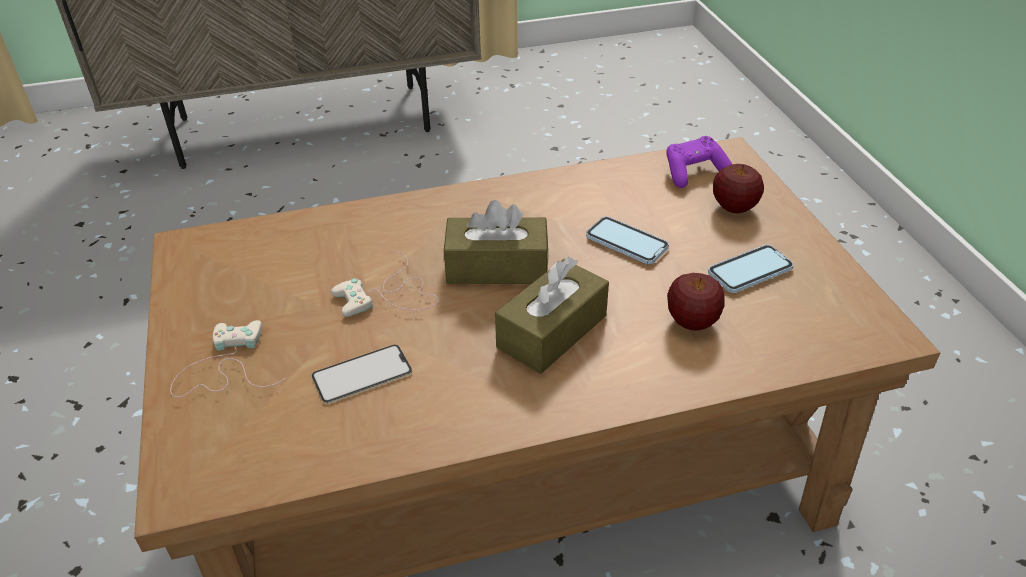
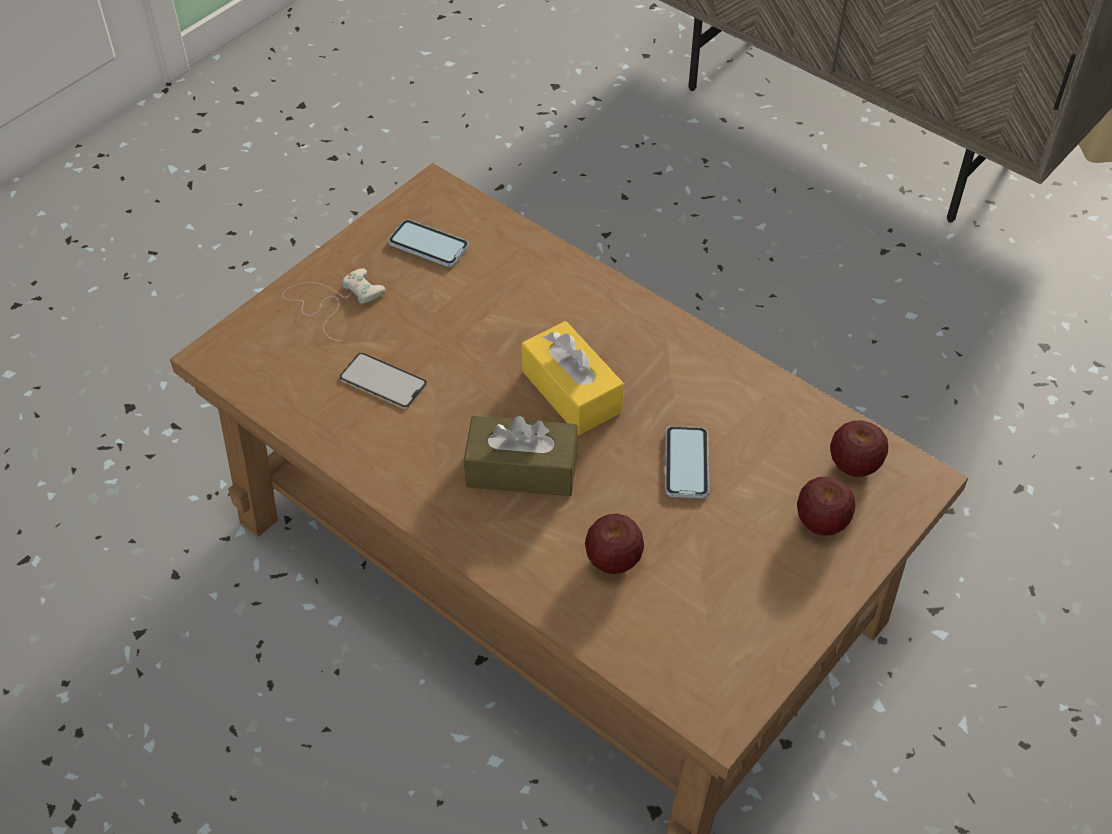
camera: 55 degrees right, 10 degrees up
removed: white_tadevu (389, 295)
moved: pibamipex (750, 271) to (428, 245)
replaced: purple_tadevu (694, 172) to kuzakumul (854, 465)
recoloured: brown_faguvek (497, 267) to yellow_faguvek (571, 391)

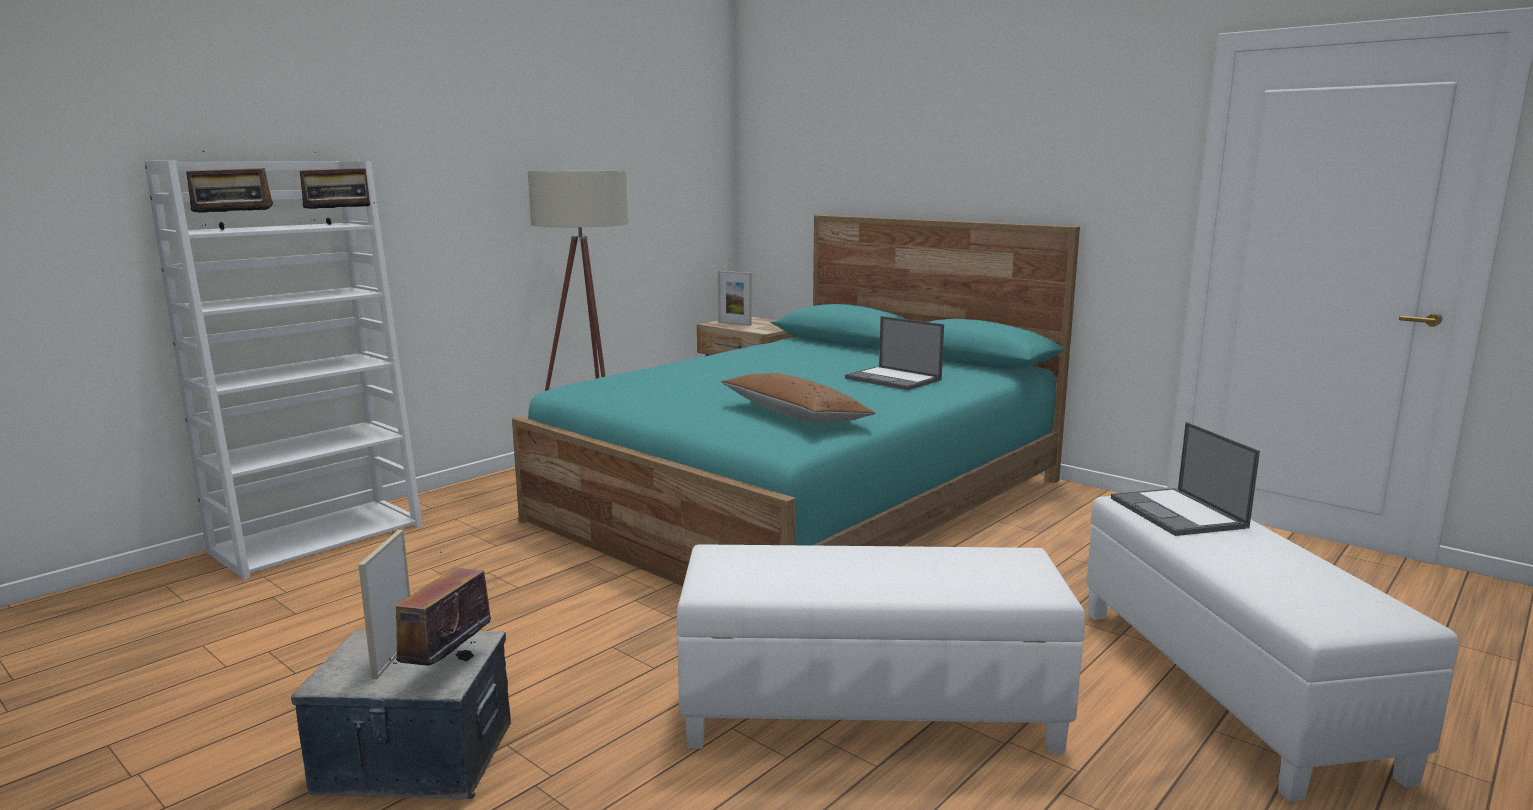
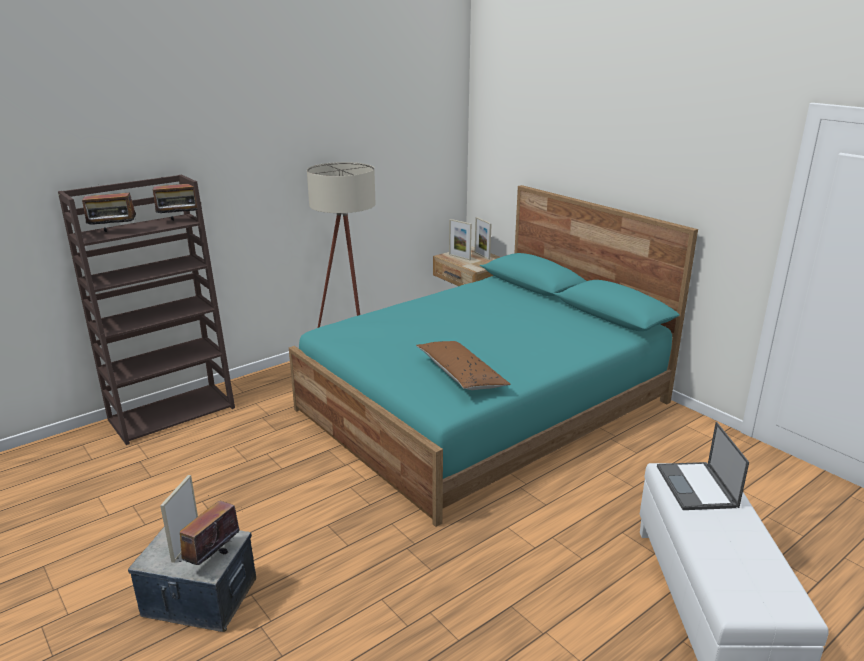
camera: 10 degrees right, 10 degrees up
removed: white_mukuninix (868, 713); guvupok (894, 379)
added: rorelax (482, 256)
recoloured: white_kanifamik (319, 537) to brown_kanifamik (173, 413)

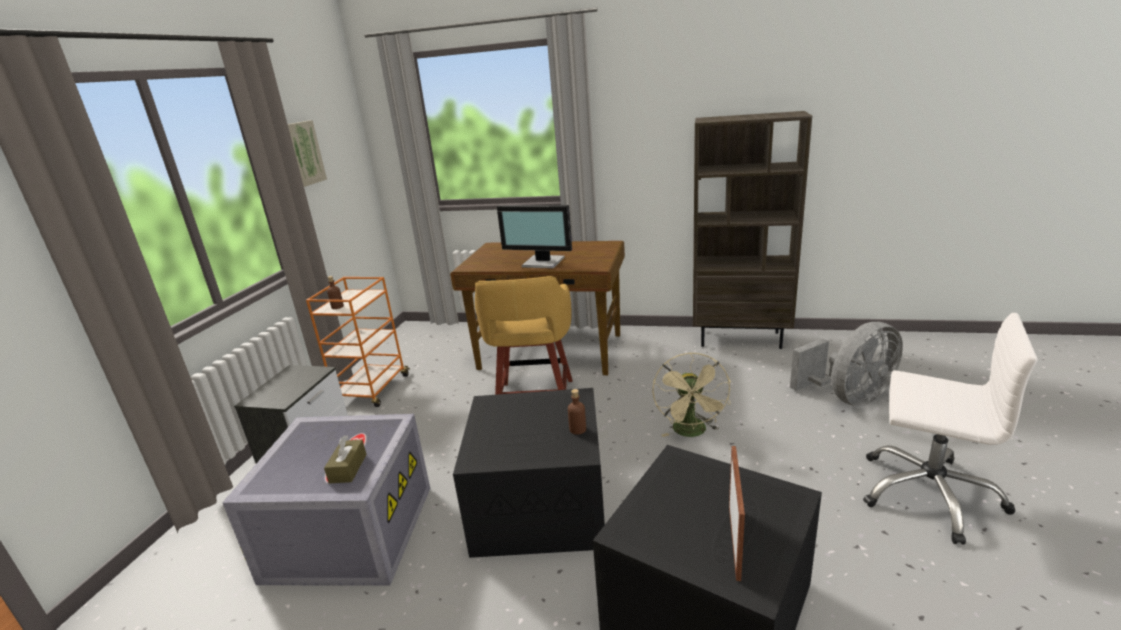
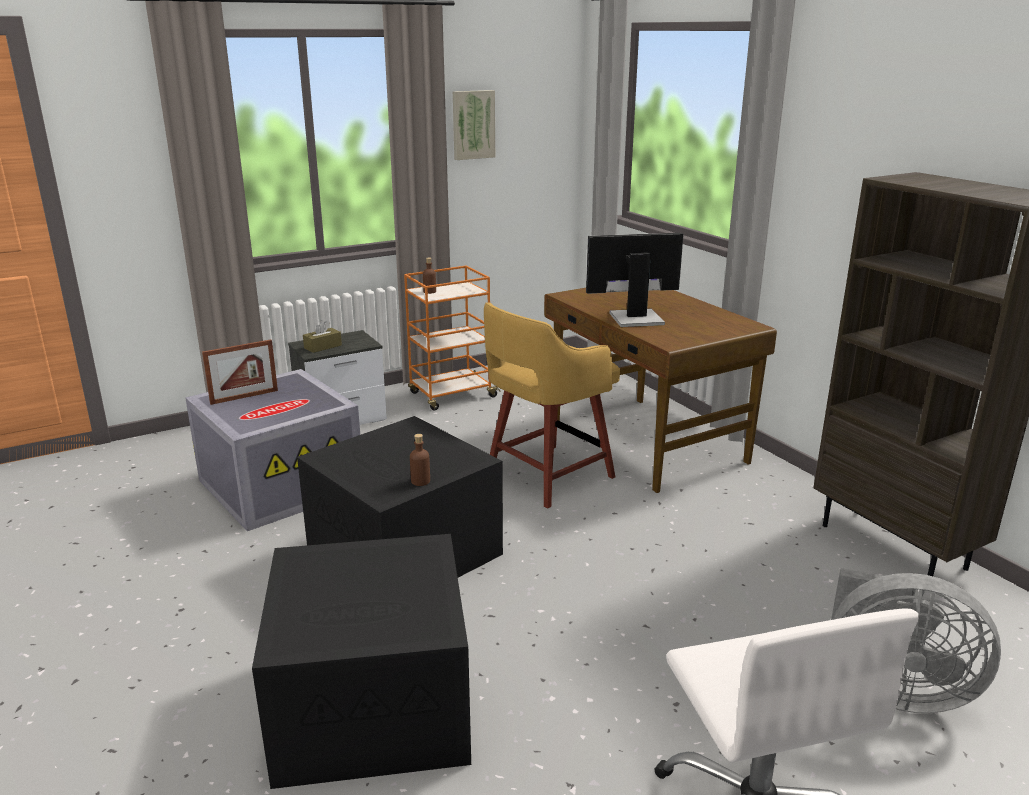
camera: 45 degrees right, 0 degrees up
removed: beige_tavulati (692, 432)
moved: brown_faguvek (348, 468) to (323, 346); rorelax (734, 541) to (244, 397)
turned: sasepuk (543, 263) = (634, 318) 105 degrees clockwise

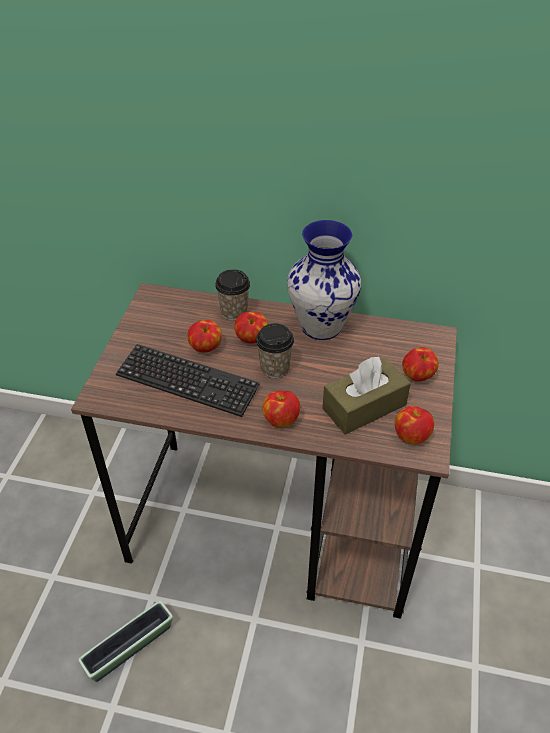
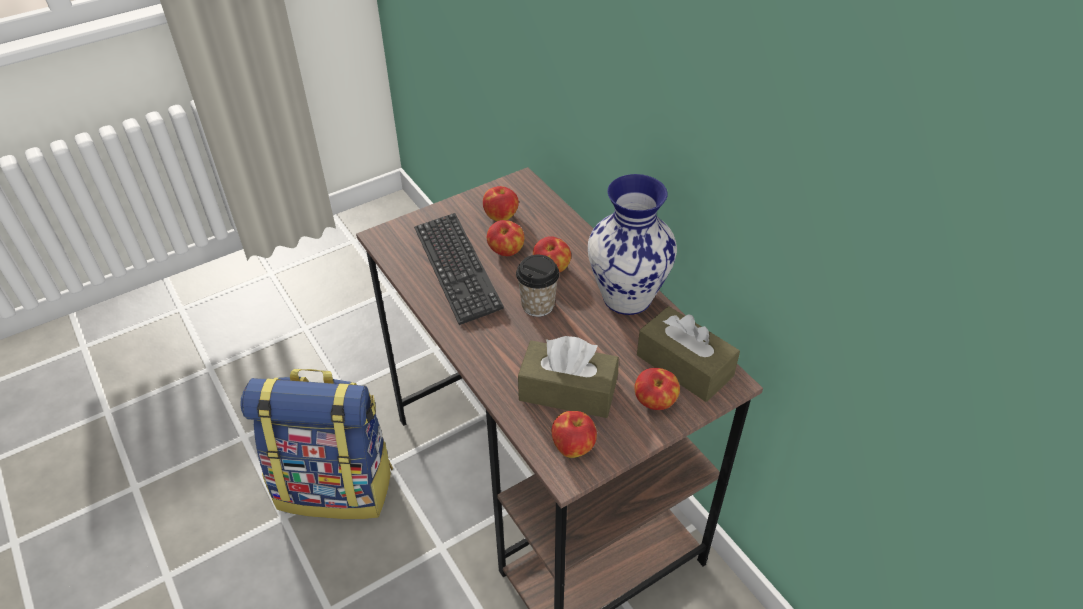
camera: 45 degrees right, 0 degrees up
removed: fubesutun (234, 312)
added: brown_faguvek (684, 365)
moved: kuzakumul (281, 419) to (501, 216)
replaced: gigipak (130, 647) to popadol (337, 486)

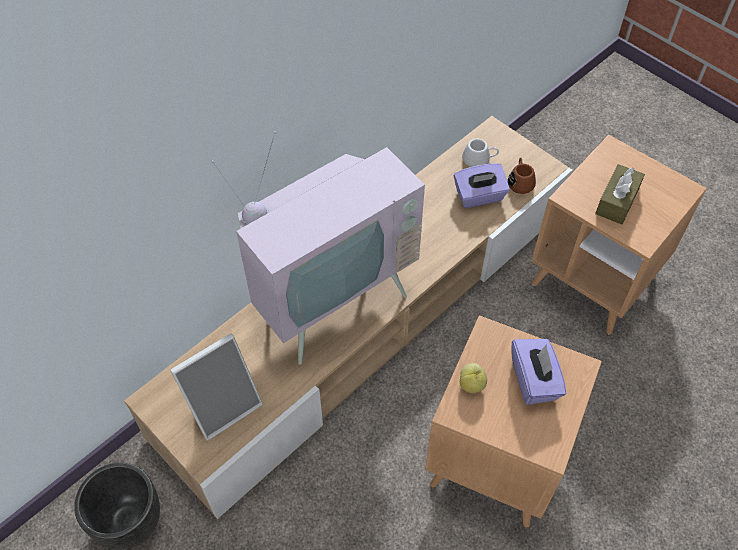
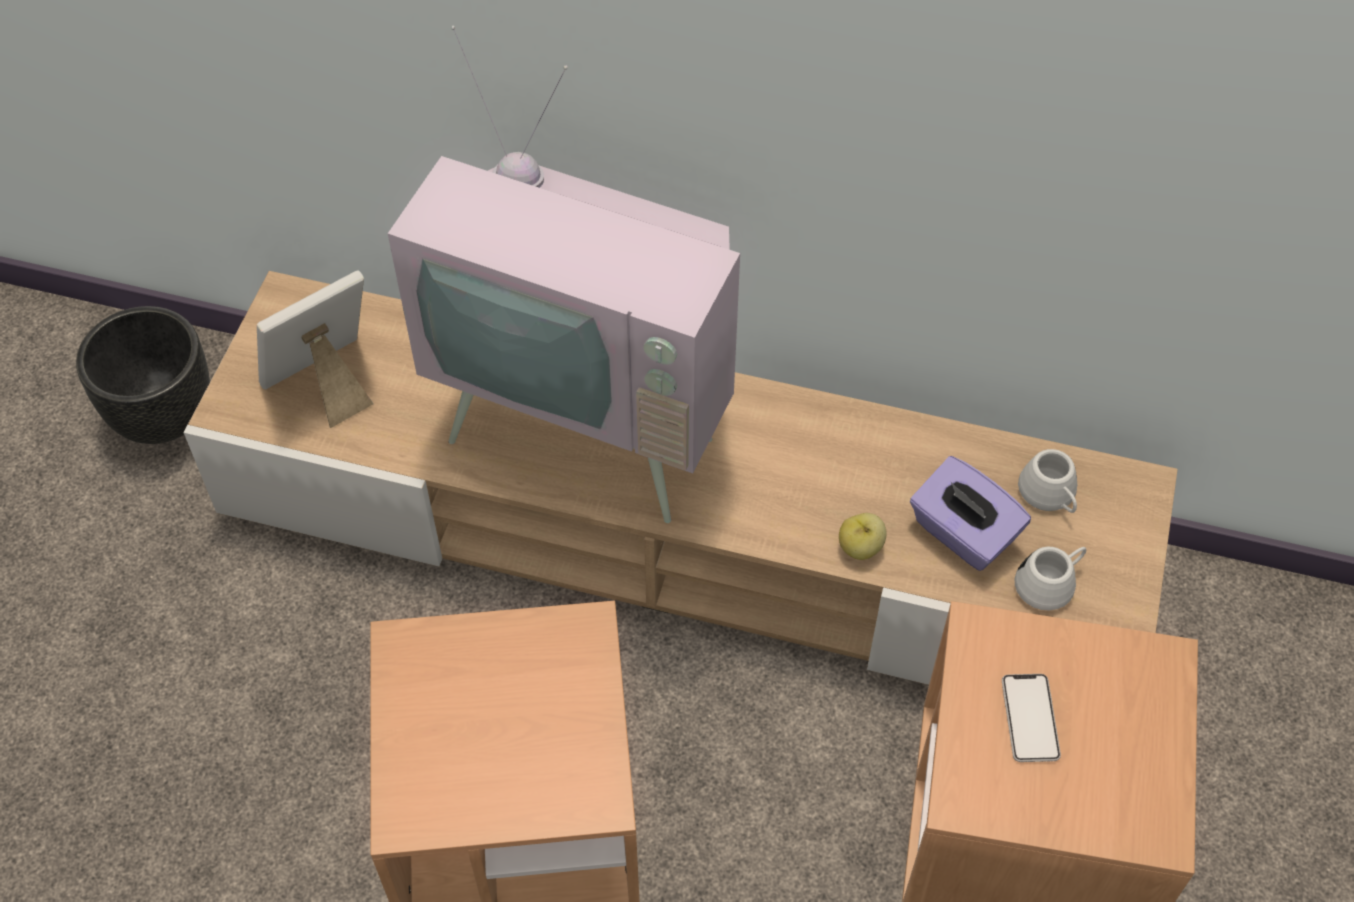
camera: 60 degrees right, 0 degrees up
removed: purple_faguvek (534, 380)
moved: kuzakumul (472, 384) to (860, 548)
replaced: brown_faguvek (617, 201) to pibamipex (1030, 718)
recoloured: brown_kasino (520, 181) to white_kasino (1050, 583)
turned: rorelax (223, 405) = (326, 385) 120 degrees clockwise

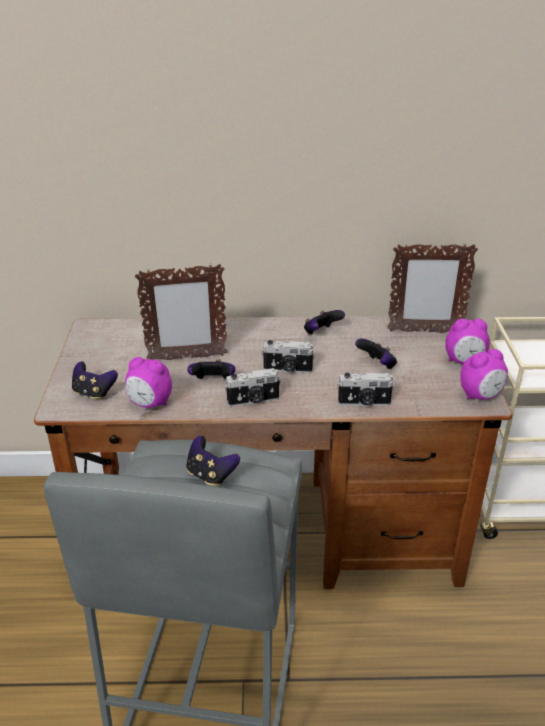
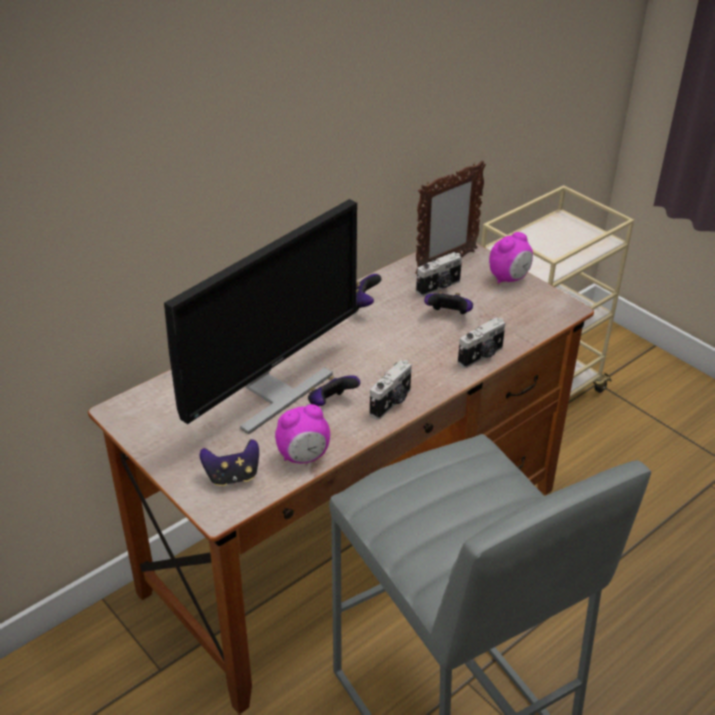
camera: 40 degrees left, 5 degrees up
removed: tadevu (210, 475); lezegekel (480, 396)
moved: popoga (287, 370) to (439, 287)
replaced: rorelax (186, 358) to sasepuk (272, 393)

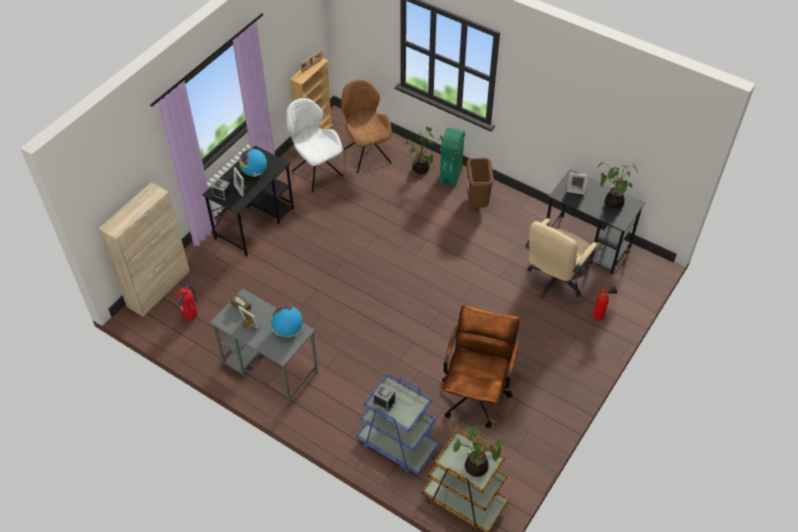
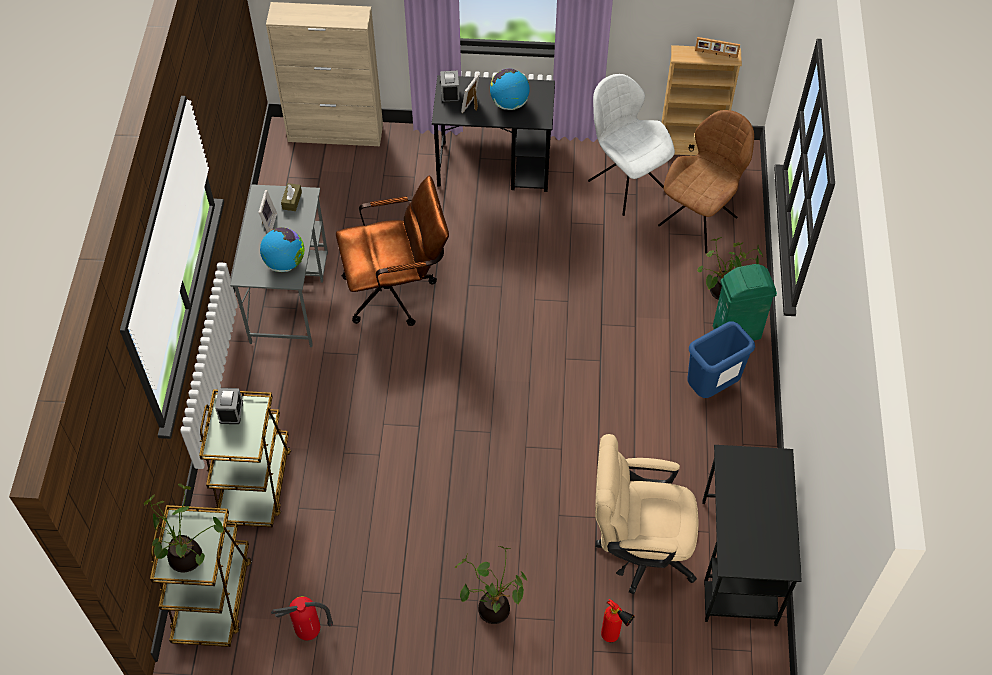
camera: 60 degrees right, 5 degrees up
removed: rorelax (575, 190)
moved: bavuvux (191, 317) to (308, 633); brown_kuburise (476, 392) to (397, 291); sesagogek (612, 202) to (493, 607)
recoloured: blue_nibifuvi (397, 444) to brown_nibifuvi (254, 483); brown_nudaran (477, 203) to blue_nudaran (712, 387)
turned: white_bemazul (316, 172) = (625, 183) 60 degrees counterclockwise

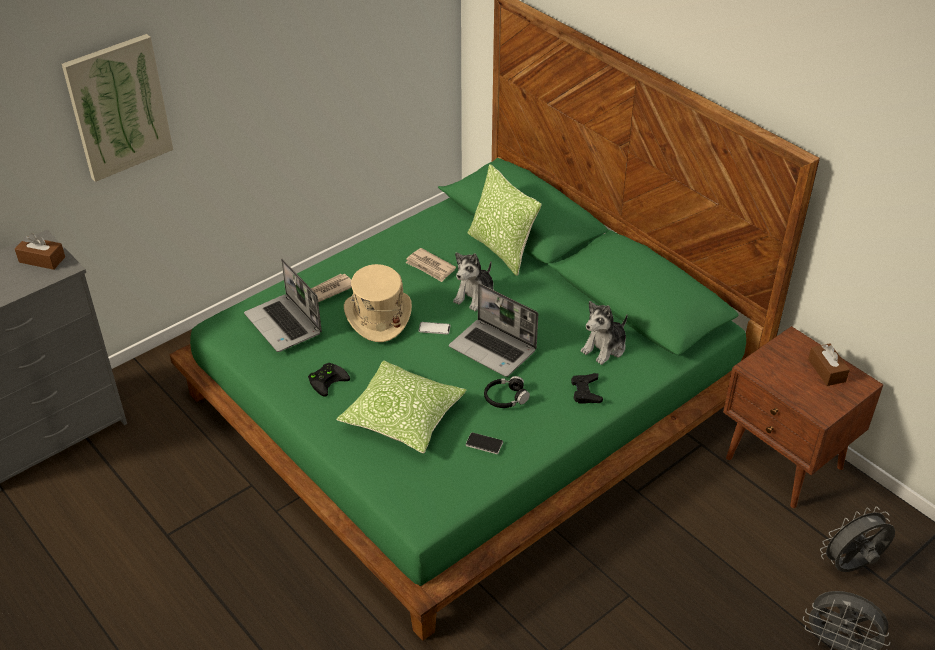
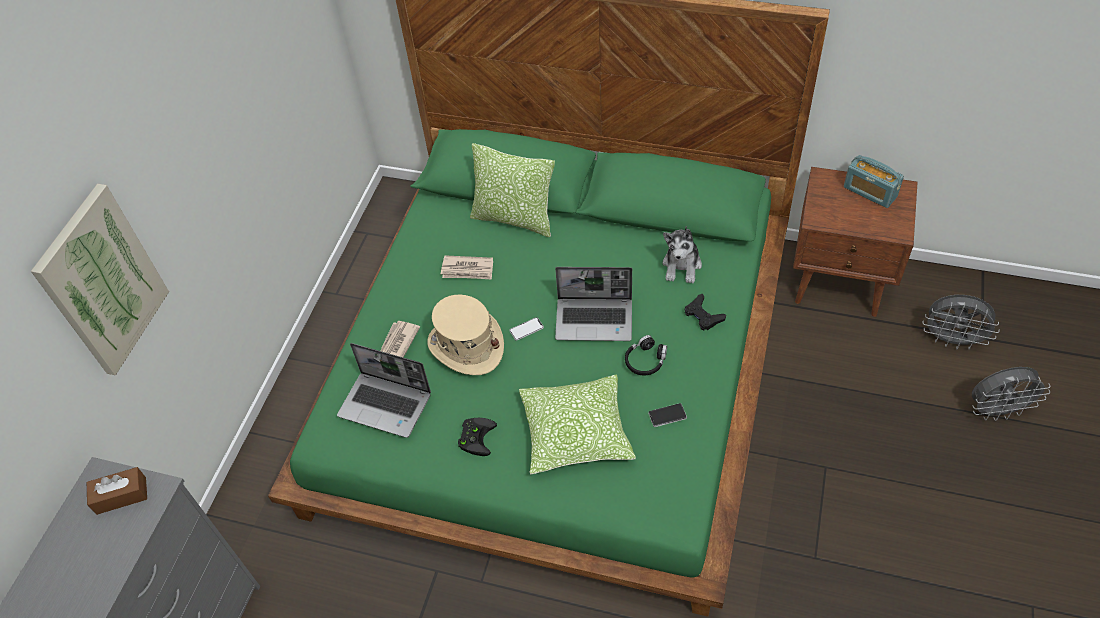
camera: 30 degrees left, 10 degrees up
removed: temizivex (475, 295)
replaced: brown_faguvek (826, 370) to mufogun (870, 192)
turned: grey_tavulati (851, 566) = (952, 340) 105 degrees counterclockwise

